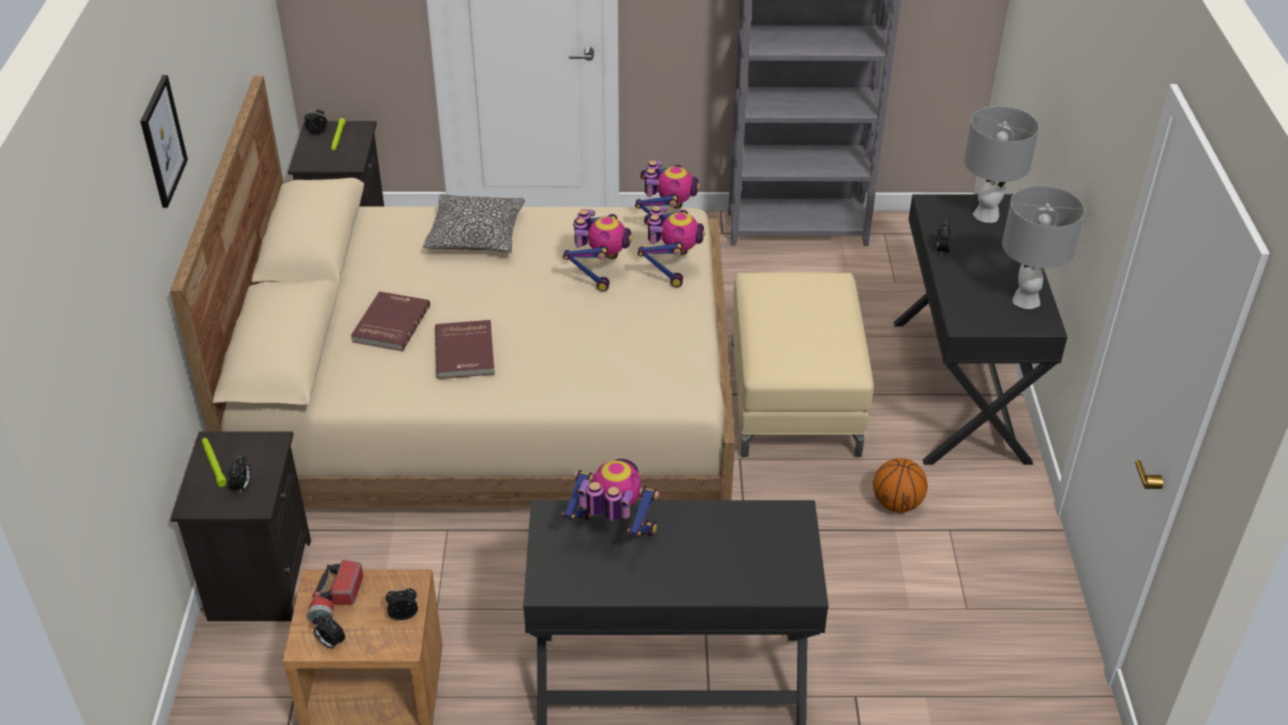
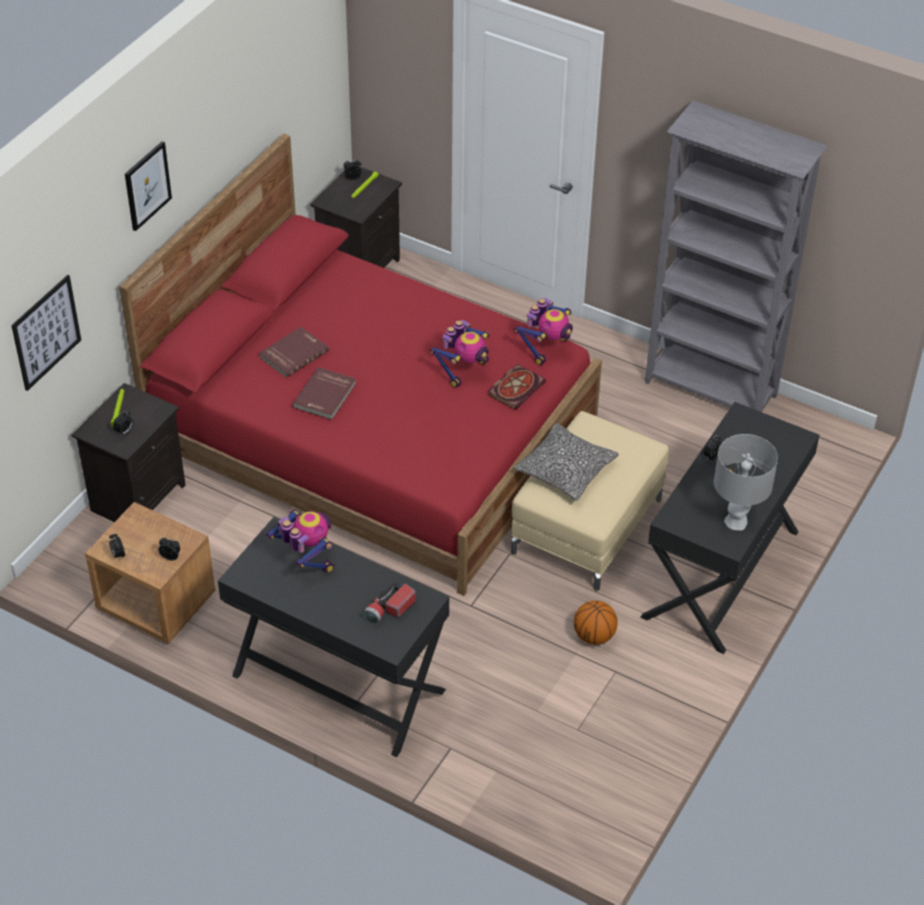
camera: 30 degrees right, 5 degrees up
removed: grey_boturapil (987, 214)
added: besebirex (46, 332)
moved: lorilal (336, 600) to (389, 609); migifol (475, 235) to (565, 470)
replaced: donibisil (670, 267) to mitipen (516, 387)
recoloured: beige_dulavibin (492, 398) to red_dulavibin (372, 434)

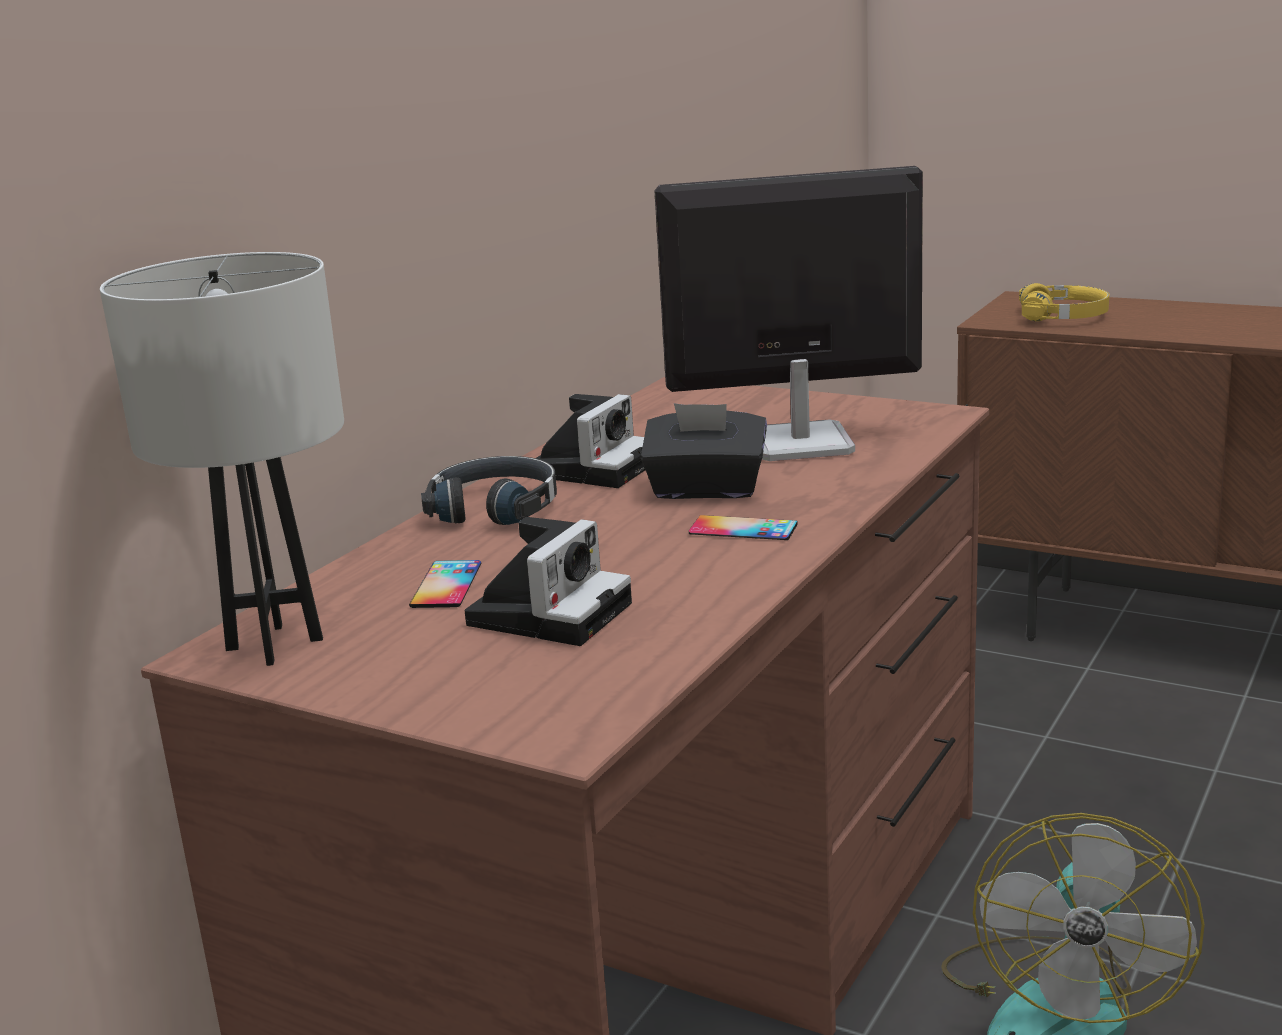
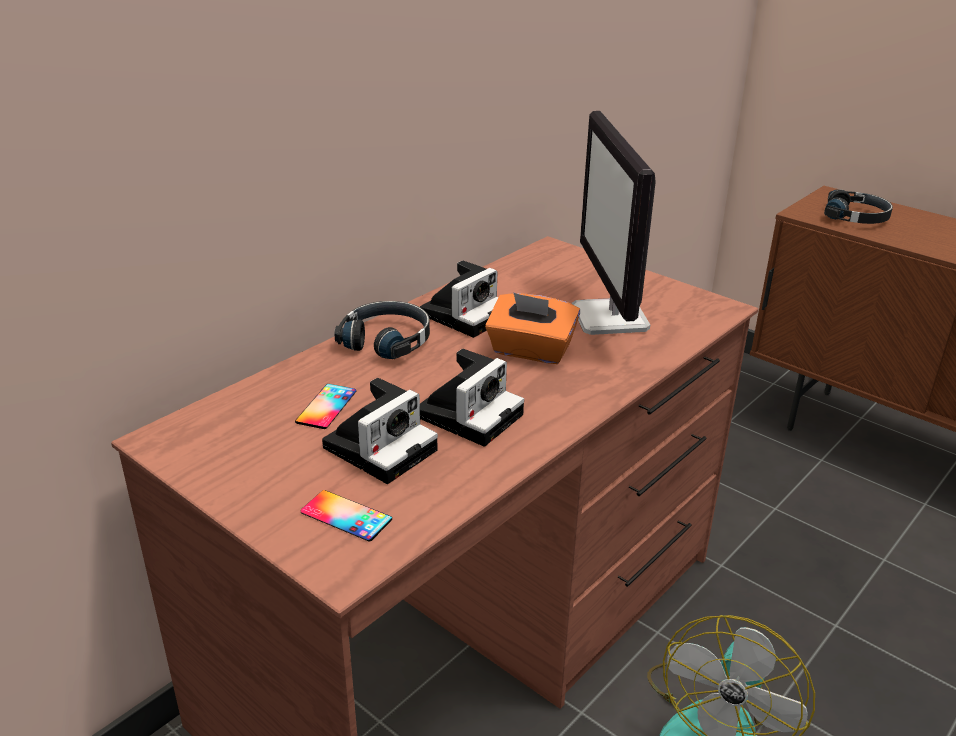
camera: 10 degrees right, 10 degrees up
removed: white_boturapil (273, 644)
added: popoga (470, 413)
moved: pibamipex (743, 529) to (346, 516)
recoloured: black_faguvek (706, 490) to orange_faguvek (530, 351); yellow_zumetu (1063, 316) to black_zumetu (856, 217)
turned: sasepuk (798, 444) = (610, 319) 105 degrees counterclockwise

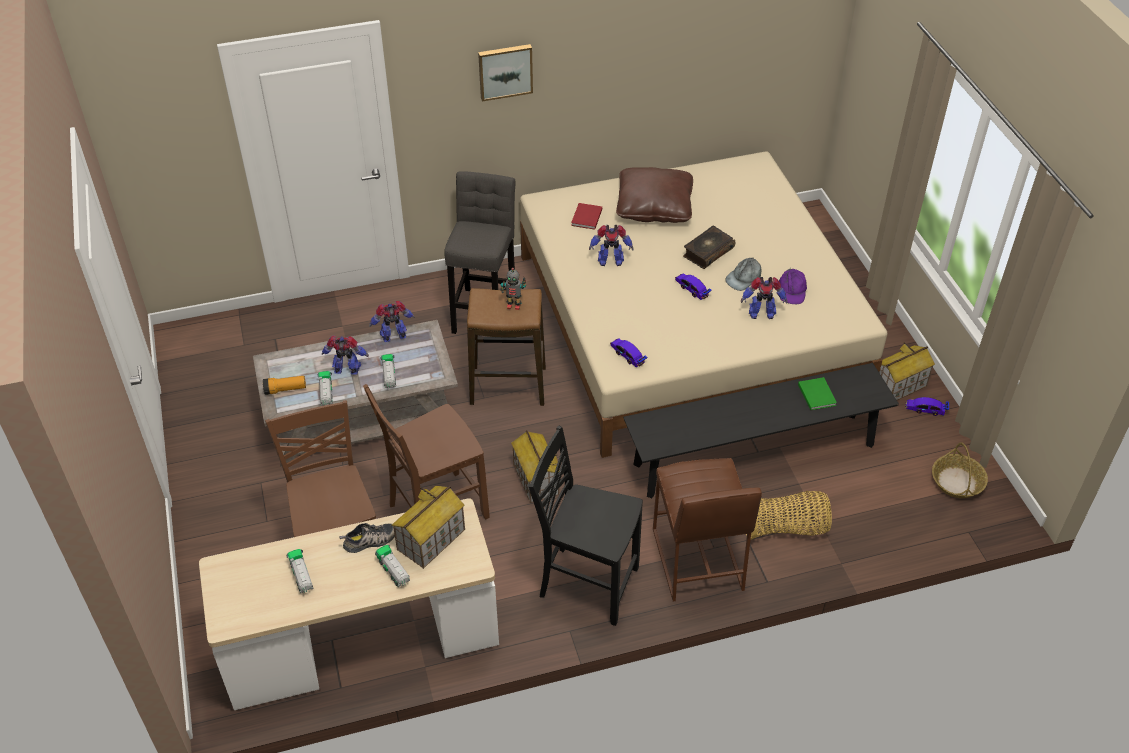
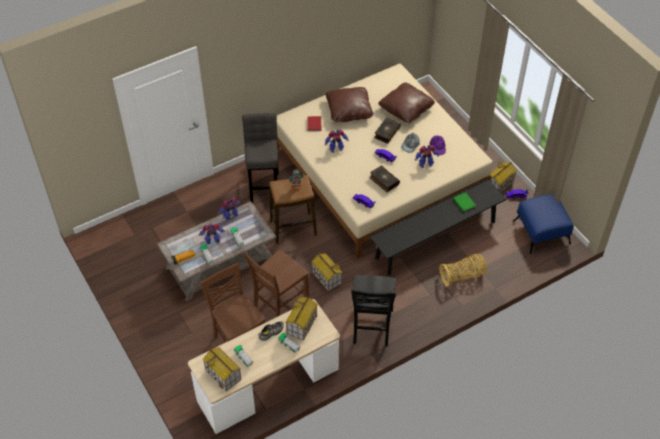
camera: 15 degrees left, 5 degrees up
removed: besebirex (505, 71); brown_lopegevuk (696, 560)
added: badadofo (223, 375); mitipen (384, 181); brown_migifol (406, 109)
replaced: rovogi (957, 482) to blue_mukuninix (541, 232)
turned: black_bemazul (586, 583) = (371, 327) 90 degrees counterclockwise

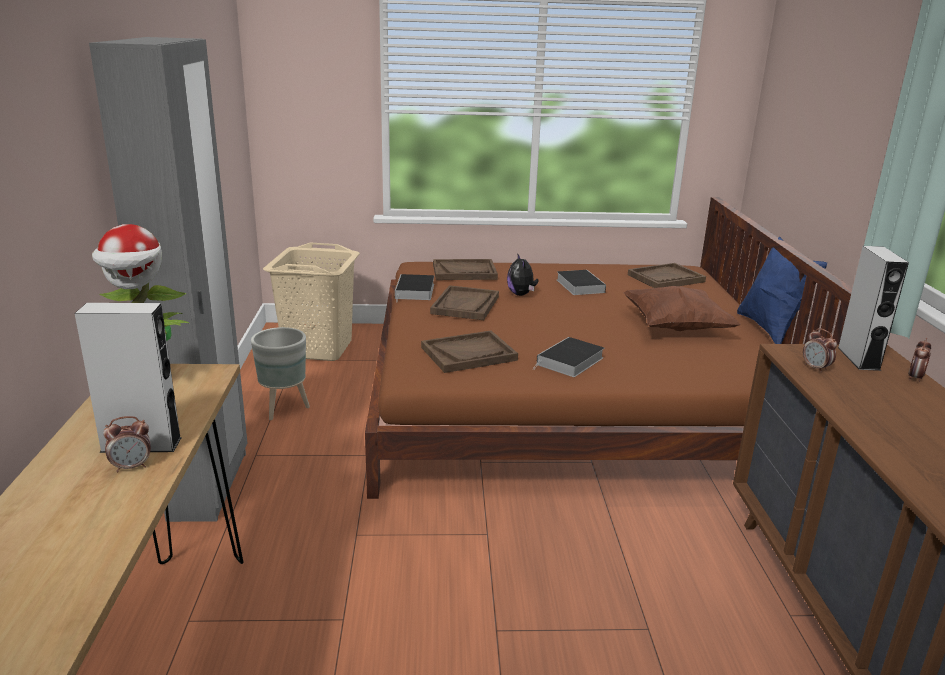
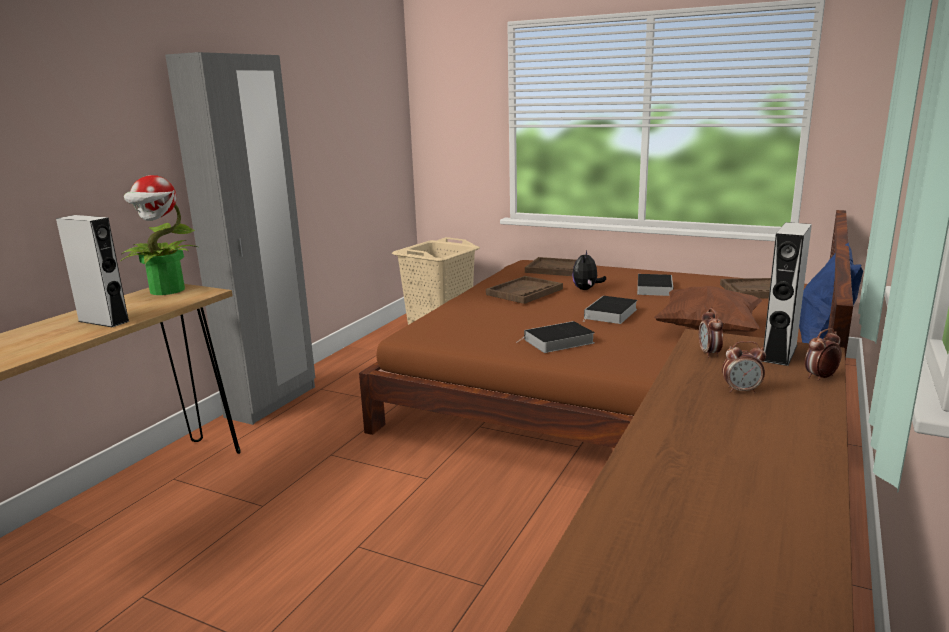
camera: 30 degrees right, 5 degrees down
removed: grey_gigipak (284, 409); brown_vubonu (469, 354)
moved: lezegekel (132, 467) to (741, 391); mitipen (415, 291) to (611, 314)

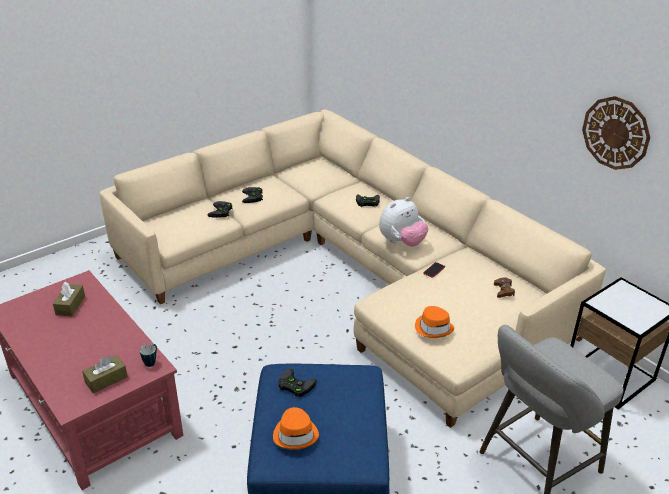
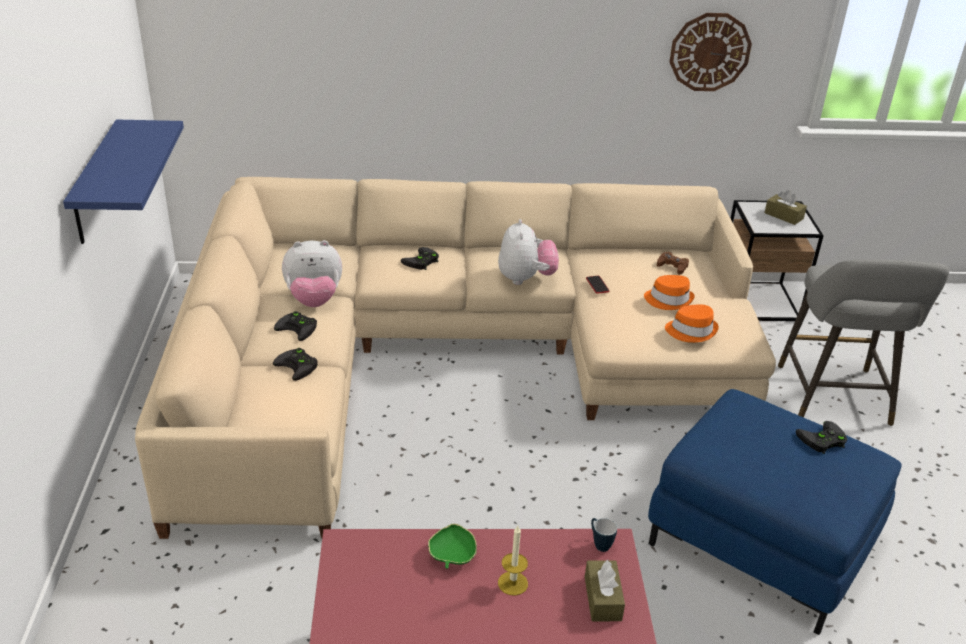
camera: 55 degrees left, 0 degrees up
added: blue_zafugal (96, 183); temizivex (314, 300); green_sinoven (452, 555); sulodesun (513, 583)
moved: brown_faguvek (70, 305) to (783, 216); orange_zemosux (296, 434) to (669, 300); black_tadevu (294, 385) to (822, 440)

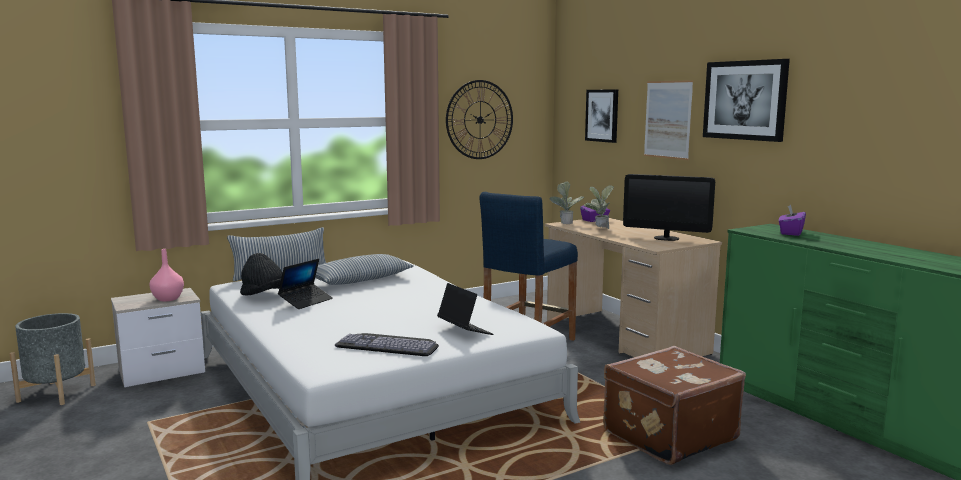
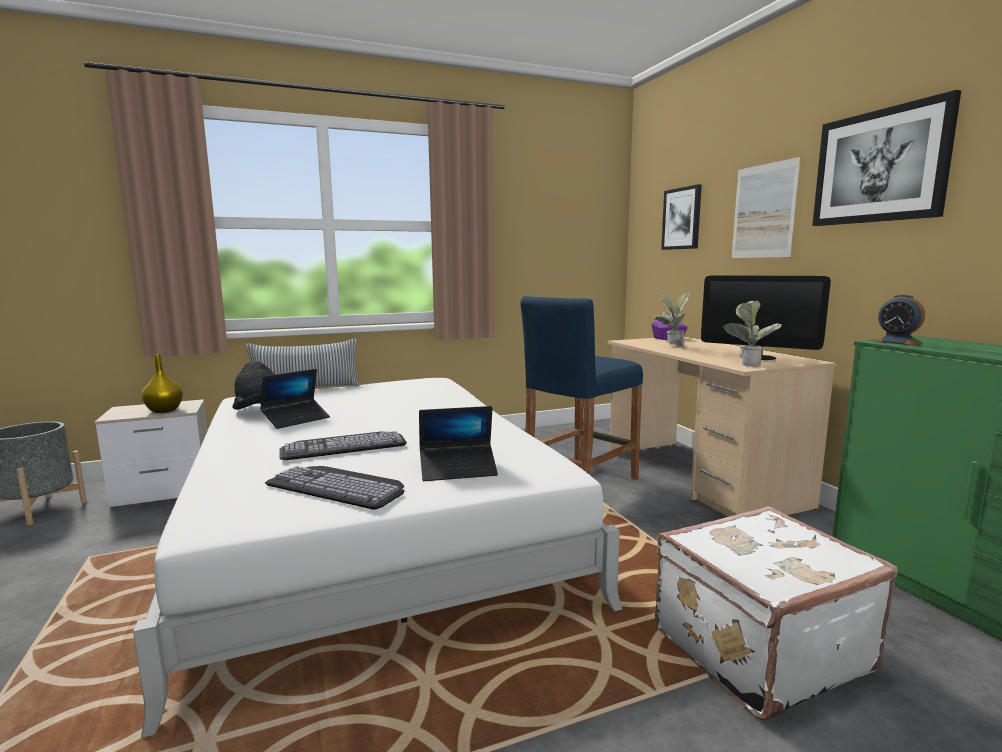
camera: 10 degrees right, 0 degrees up
removed: migifol (360, 280); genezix (480, 120); purple_faguvek (790, 233)
added: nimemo (344, 444); lezegekel (897, 342)
moved: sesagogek (565, 222) to (747, 364)
recoloured: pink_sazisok (168, 299) to yellow_sazisok (165, 410); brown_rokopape (667, 435) to white_rokopape (756, 648)
turned: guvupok (464, 331) = (458, 470) 105 degrees clockwise

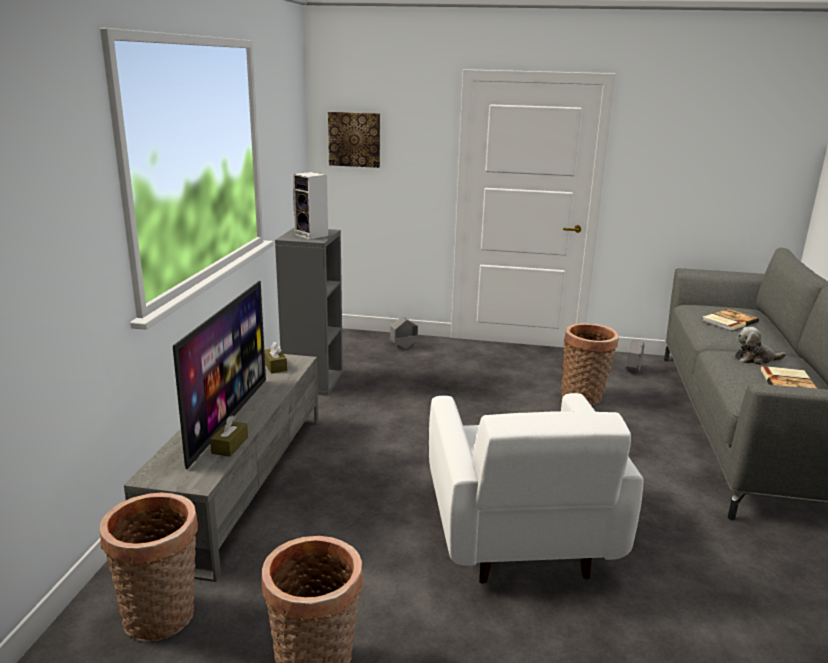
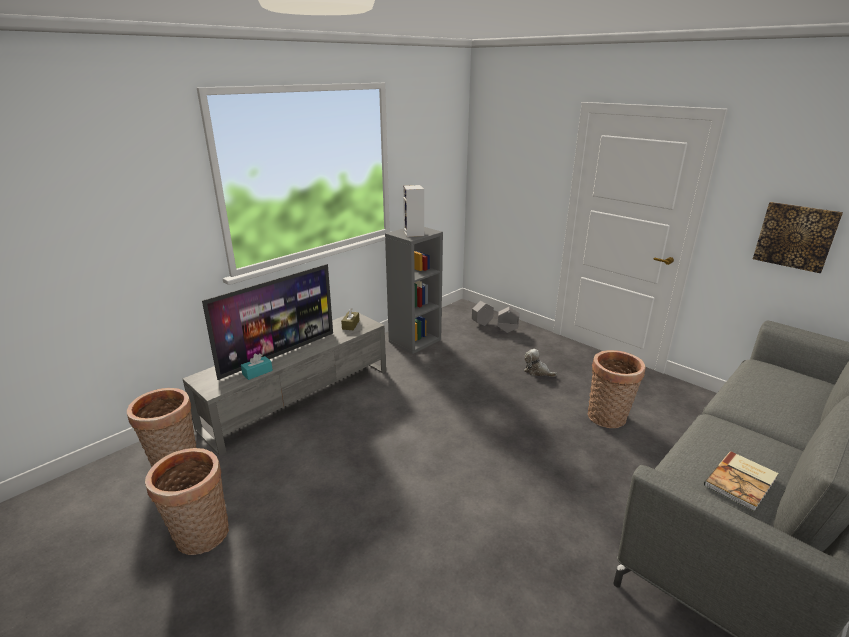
camera: 35 degrees right, 5 degrees up
removed: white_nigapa (518, 535); mitipen (728, 321)
moved: besebirex (354, 139) to (795, 236); grey_gigipak (633, 370) to (482, 324); temizivex (755, 359) to (537, 371)
recoloured: brown_faguvek (230, 445) to turquoise_faguvek (257, 372)

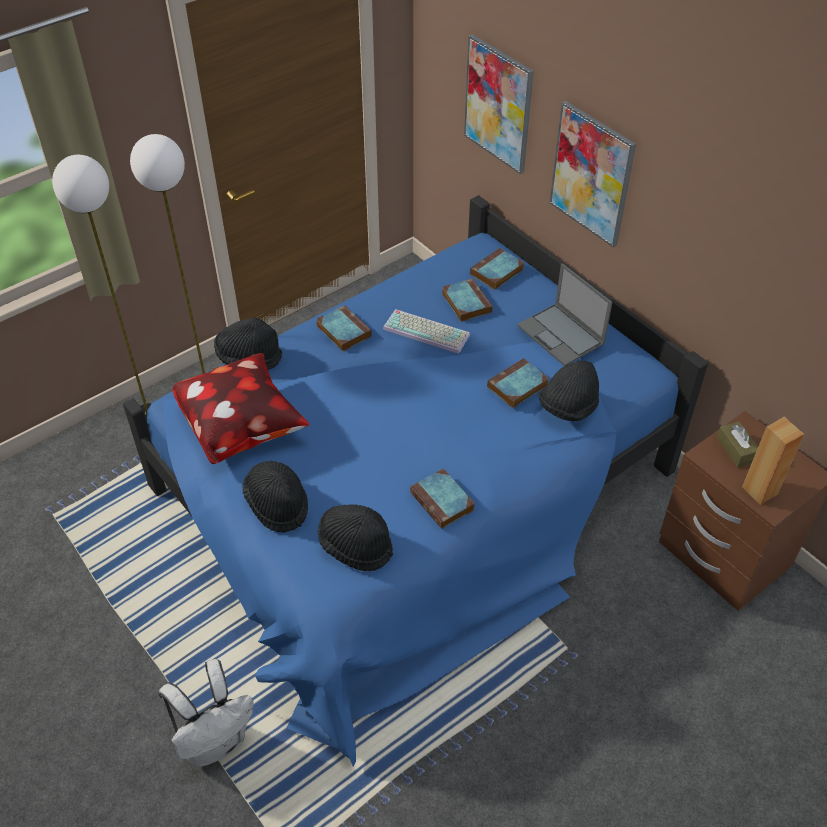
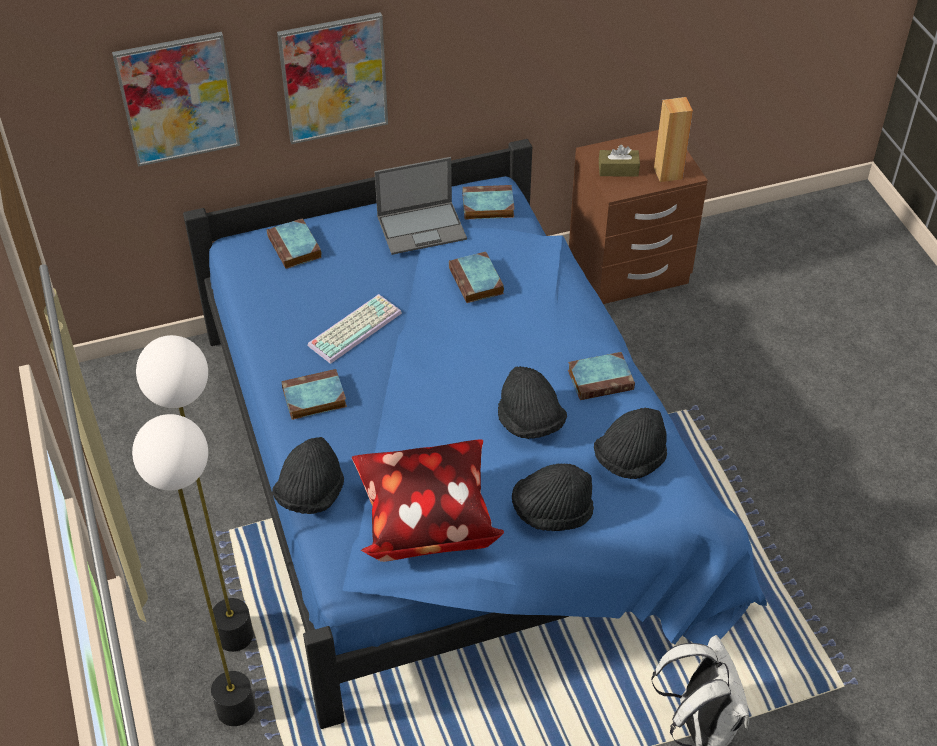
camera: 70 degrees left, 0 degrees up
moved: mitipen (465, 302) to (486, 206); black_zemosux (568, 407) to (530, 421)

